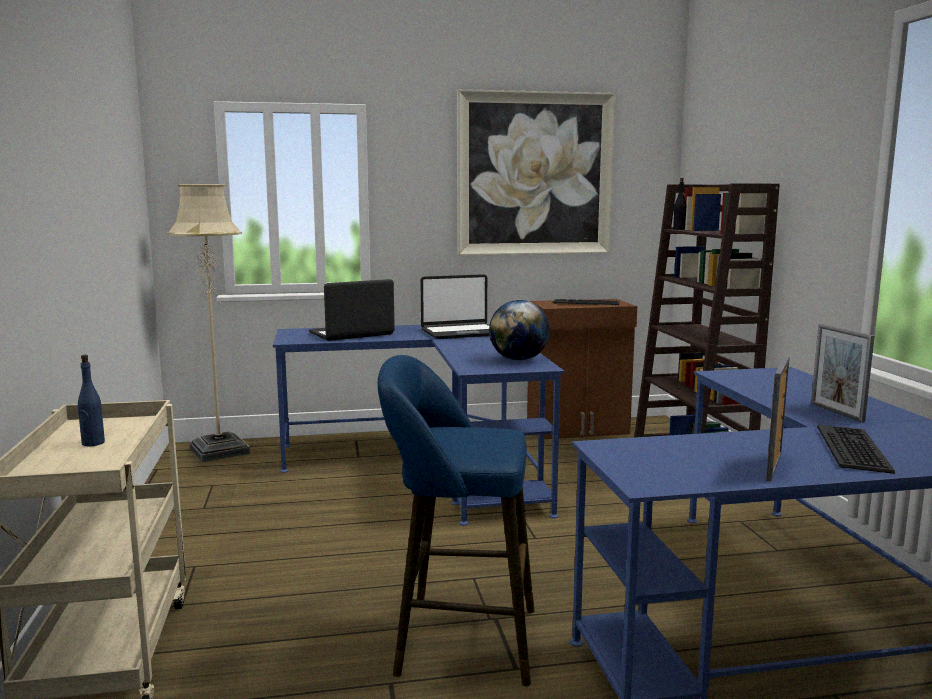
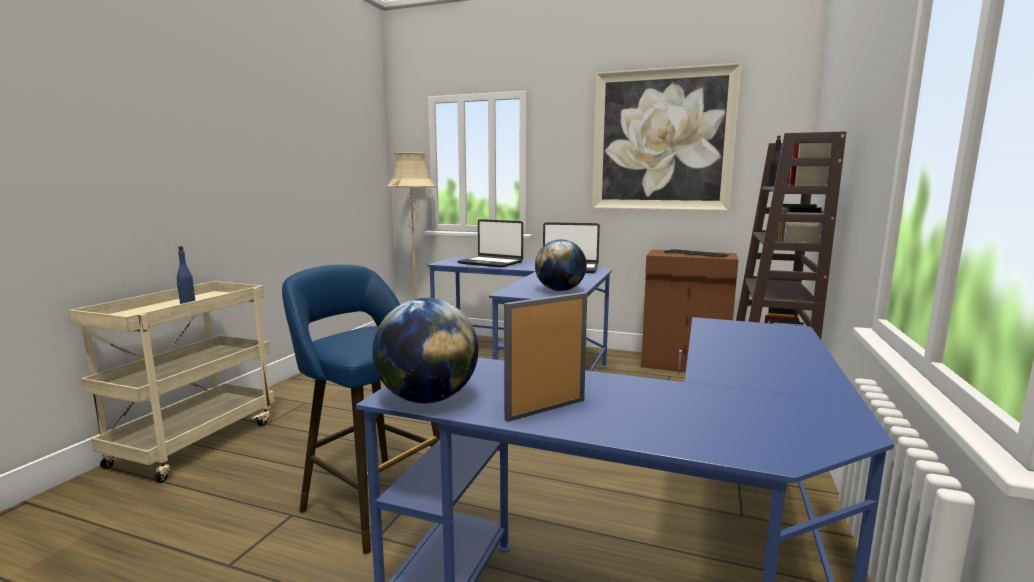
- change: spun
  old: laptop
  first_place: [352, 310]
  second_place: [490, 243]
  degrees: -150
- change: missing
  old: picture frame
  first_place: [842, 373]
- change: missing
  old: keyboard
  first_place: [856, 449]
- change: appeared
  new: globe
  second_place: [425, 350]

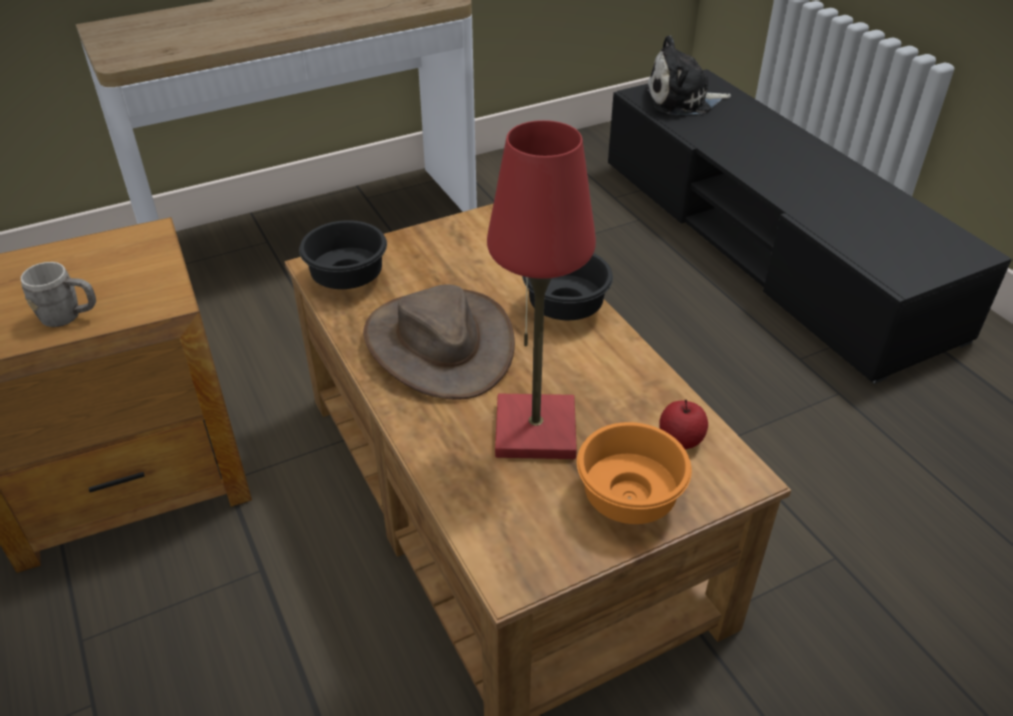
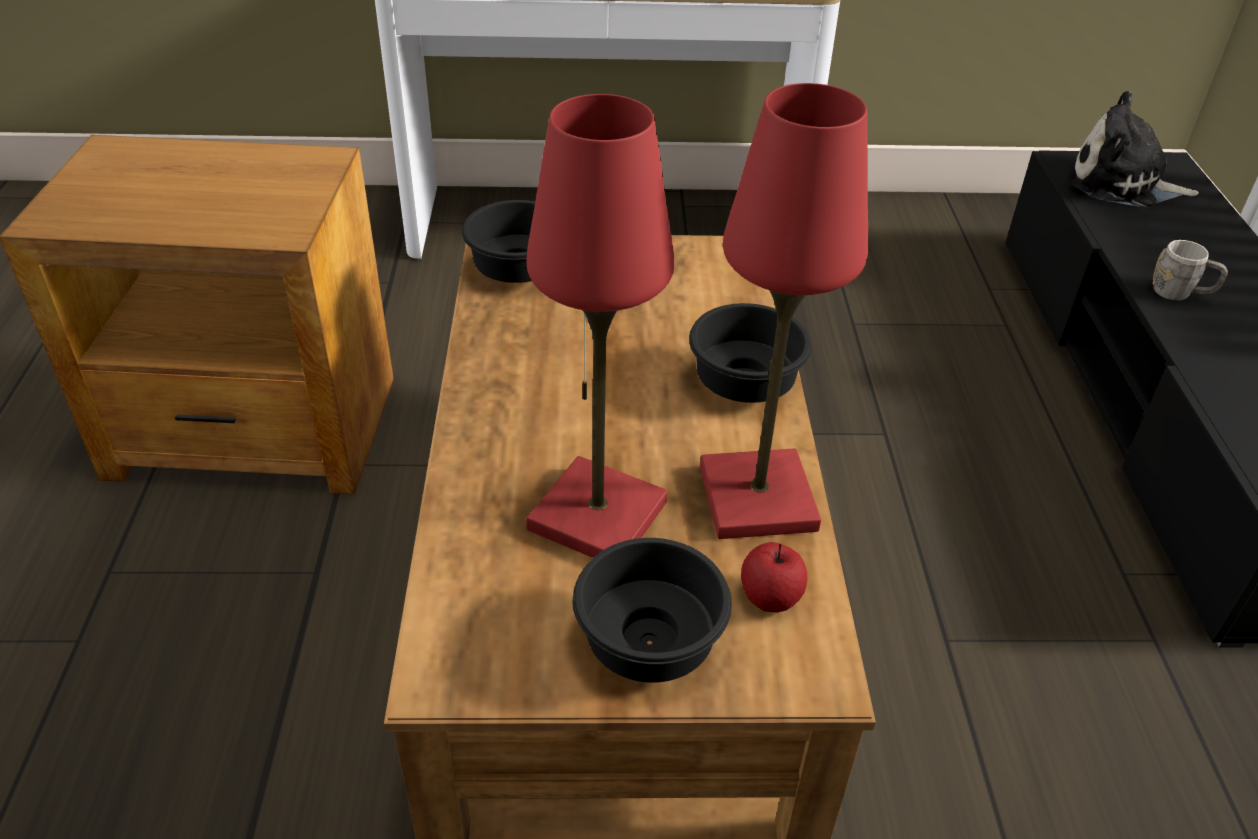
- change: relocated
  old: grey mug
  first_place: [58, 294]
  second_place: [1190, 270]
- change: missing
  old: brown hat
  first_place: [439, 342]
- change: colour
  old: orange bowl
  new: black bowl
  first_place: [634, 473]
  second_place: [652, 610]
- change: appeared
  new: red table lamp
  second_place: [784, 311]

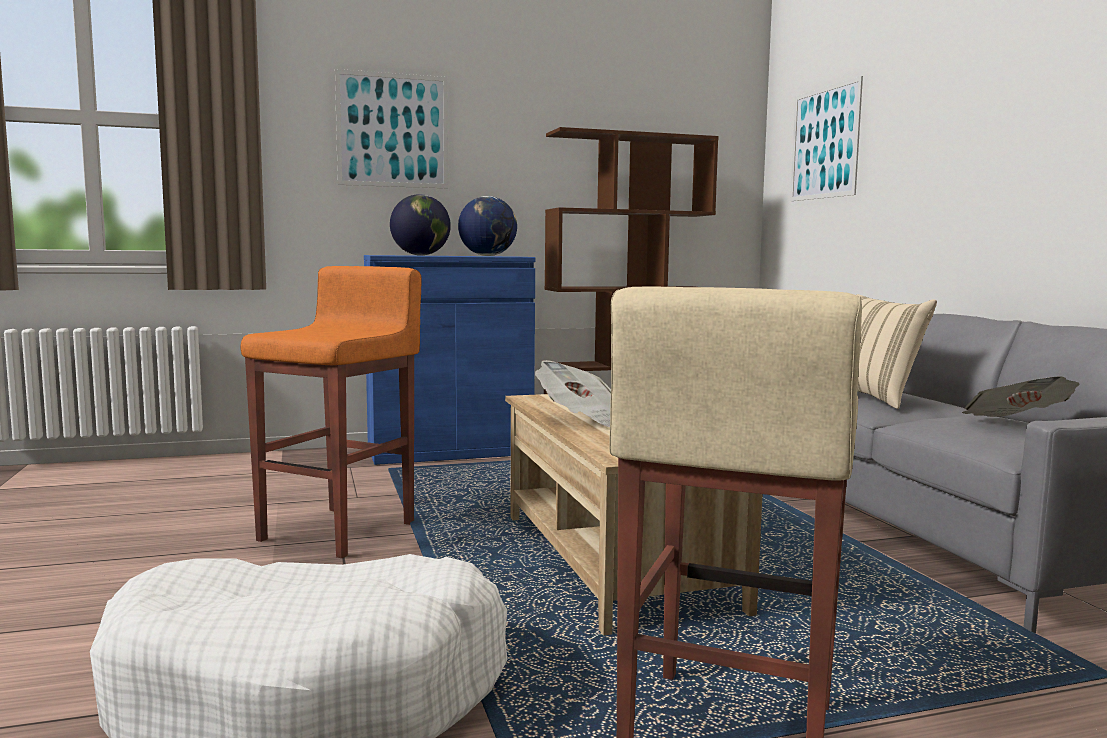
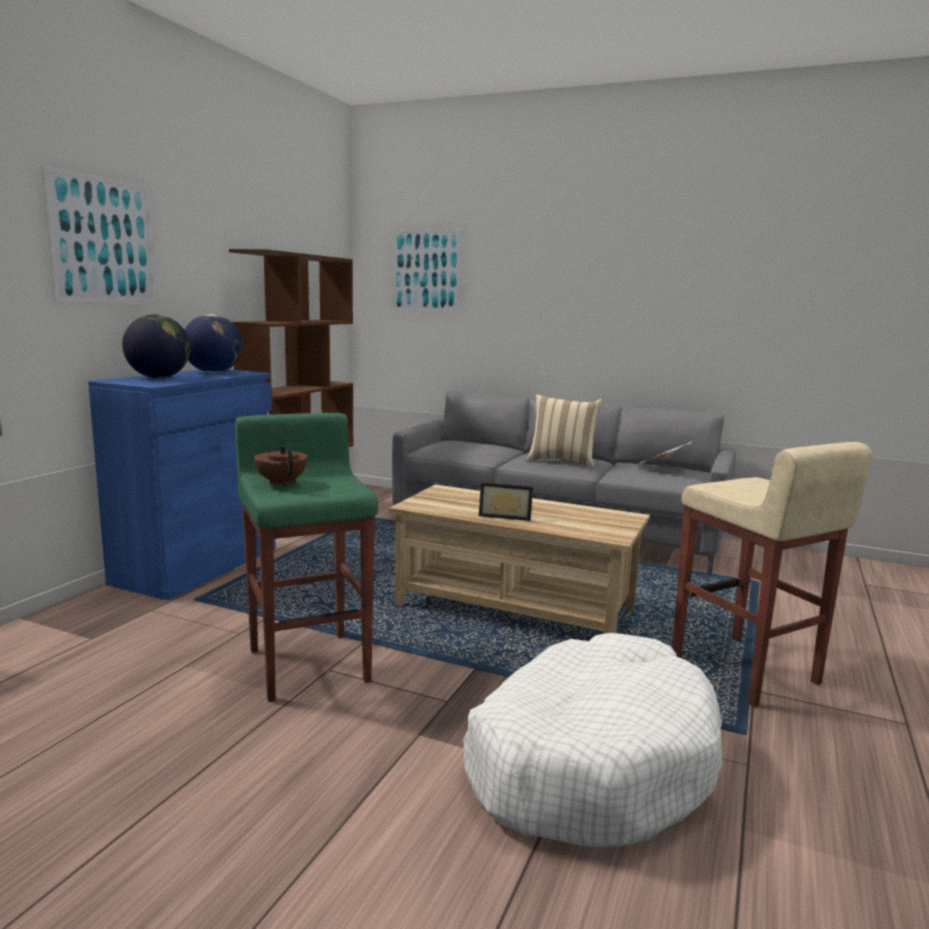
- change: colour
  old: orange stool
  new: green stool
  first_place: [331, 412]
  second_place: [306, 557]
- change: exchanged
  old: newspaper
  new: picture frame
  first_place: [573, 393]
  second_place: [506, 501]
- change: appeared
  new: brown teapot
  second_place: [281, 464]

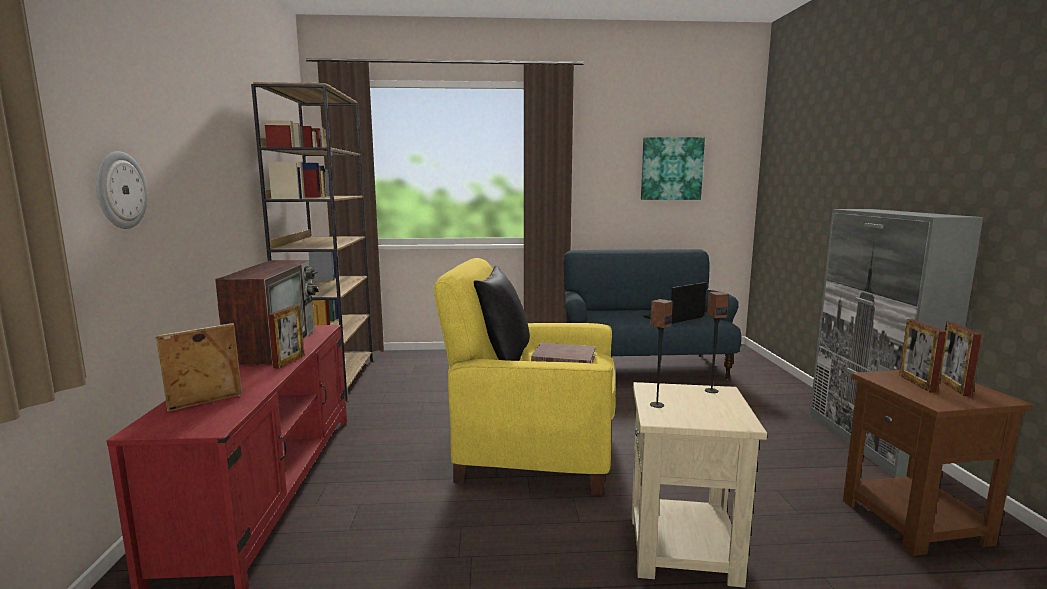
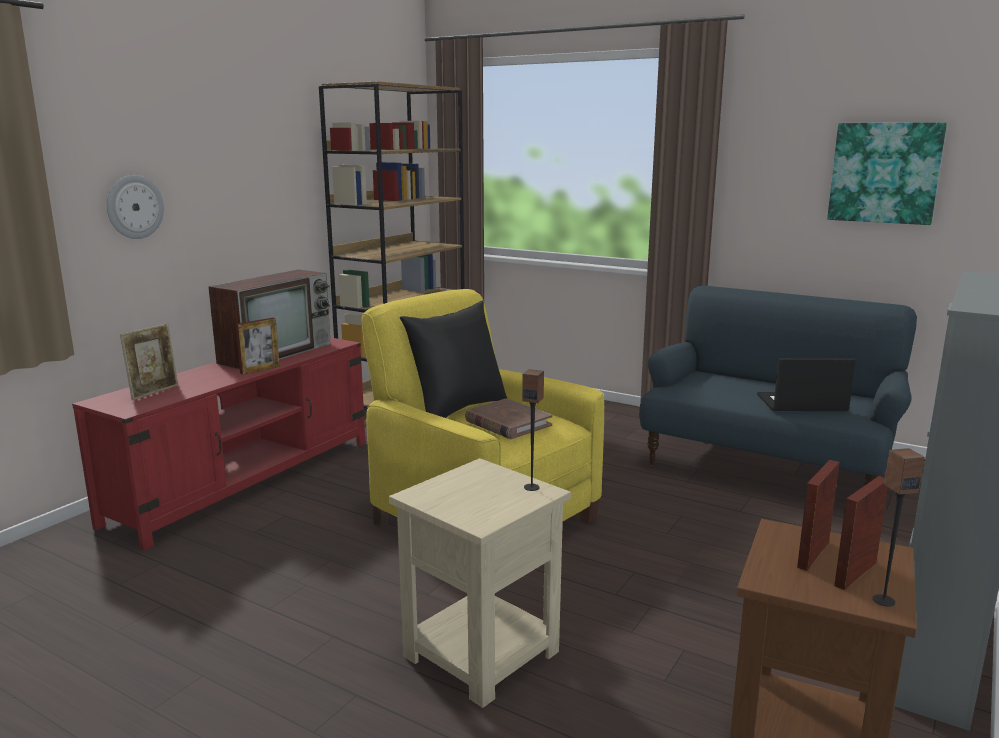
- change: spun
  old: picture frame
  first_place: [198, 367]
  second_place: [149, 362]
  degrees: 120
- change: relocated
  old: speaker
  first_place: [661, 353]
  second_place: [899, 527]

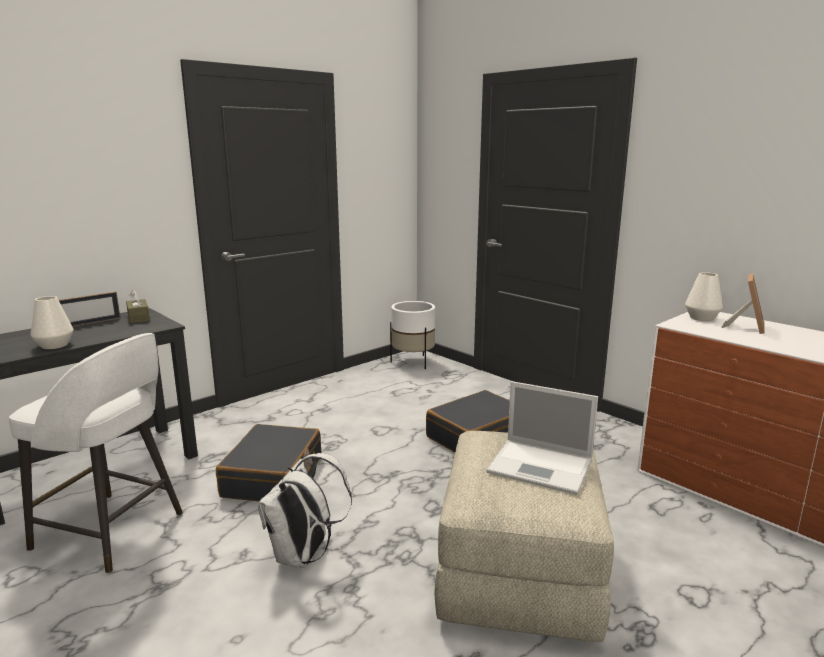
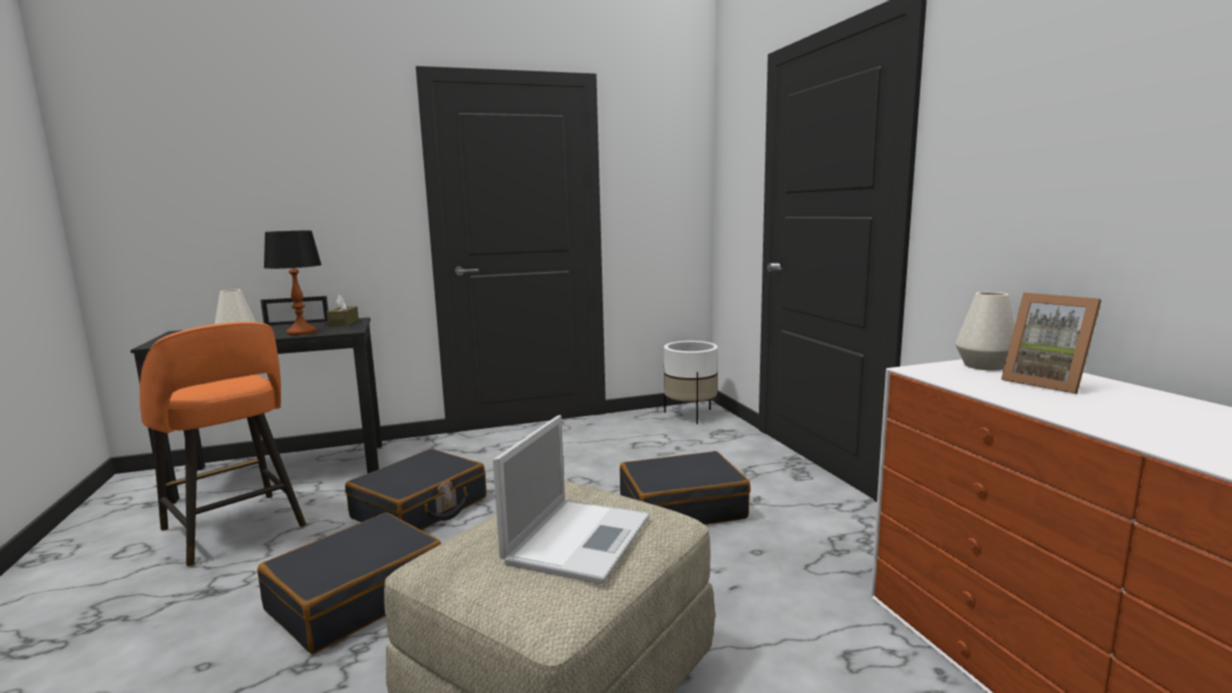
- change: colour
  old: white stool
  new: orange stool
  first_place: [96, 453]
  second_place: [223, 444]
- change: exchanged
  old: white backpack
  new: black suitcase
  first_place: [305, 510]
  second_place: [349, 583]
- change: spun
  old: laptop
  first_place: [542, 438]
  second_place: [571, 499]
  degrees: -120
- change: spun
  old: picture frame
  first_place: [743, 304]
  second_place: [1051, 343]
  degrees: 90
- change: appeared
  new: table lamp
  second_place: [293, 282]

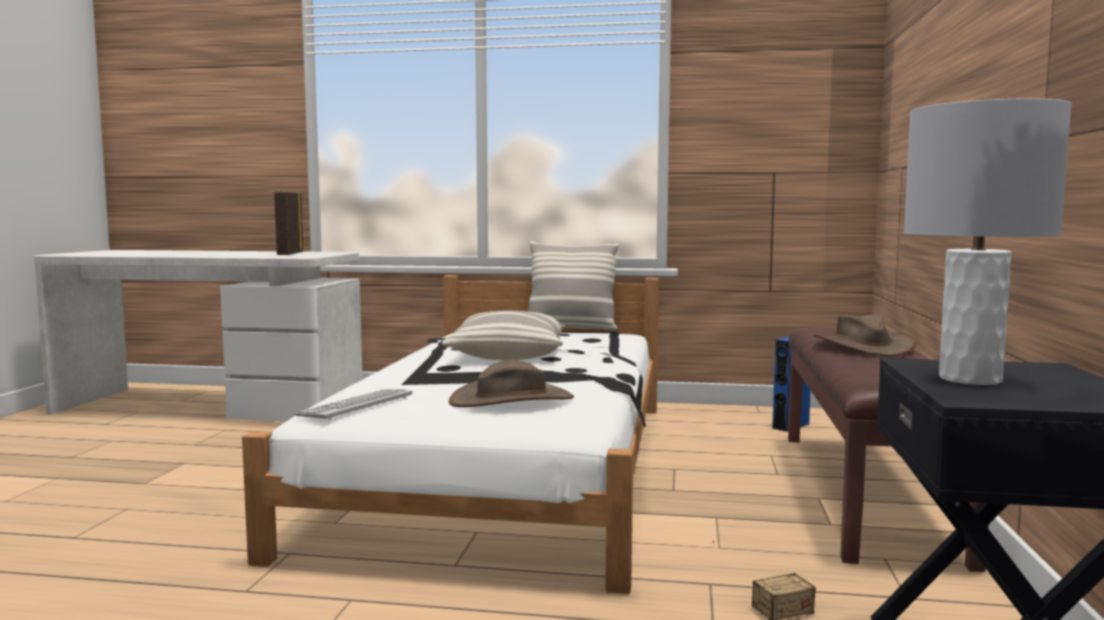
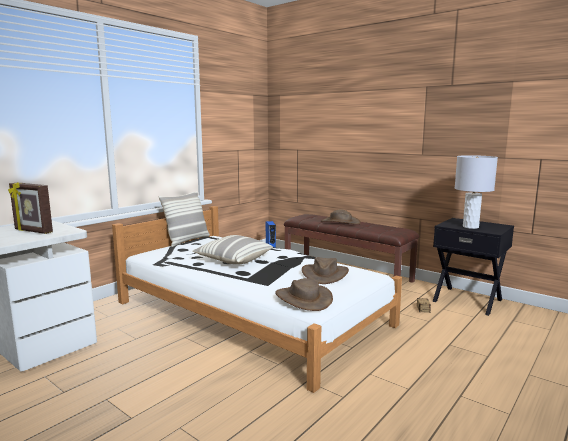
- change: exchanged
  old: keyboard
  new: brown hat
  first_place: [353, 404]
  second_place: [304, 294]

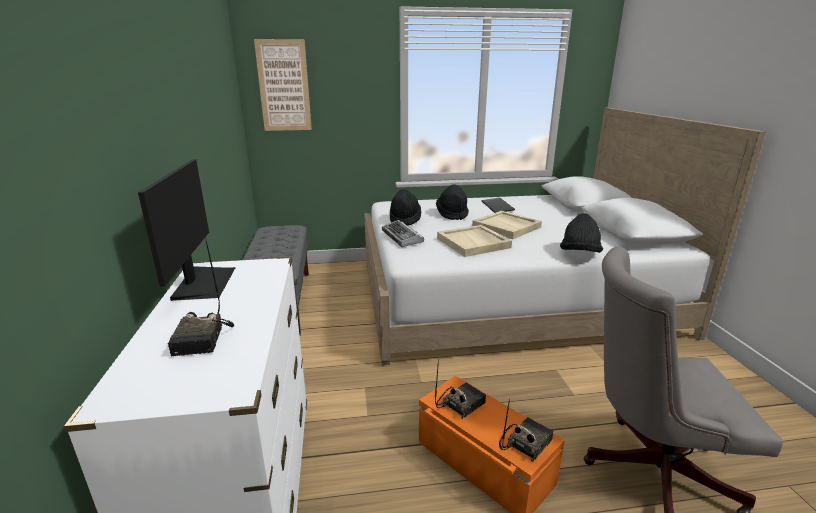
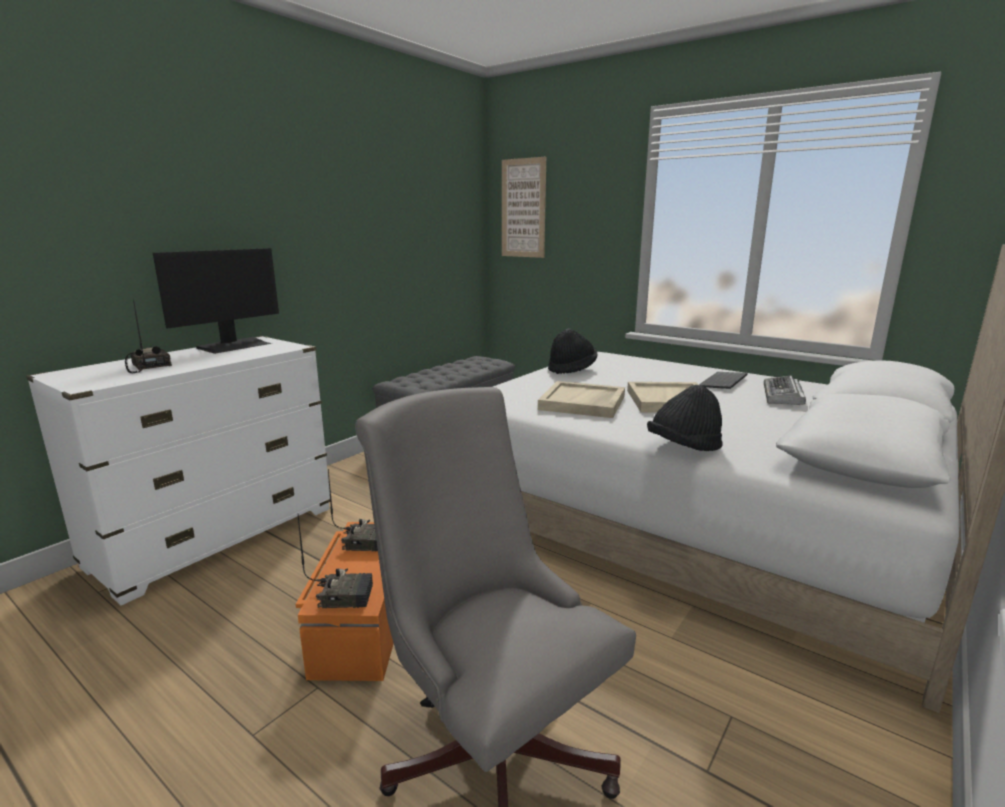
- change: spun
  old: radio
  first_place: [201, 297]
  second_place: [148, 335]
  degrees: 105
- change: relocated
  old: keyboard
  first_place: [403, 233]
  second_place: [785, 390]
- change: missing
  old: black hat
  first_place: [452, 202]

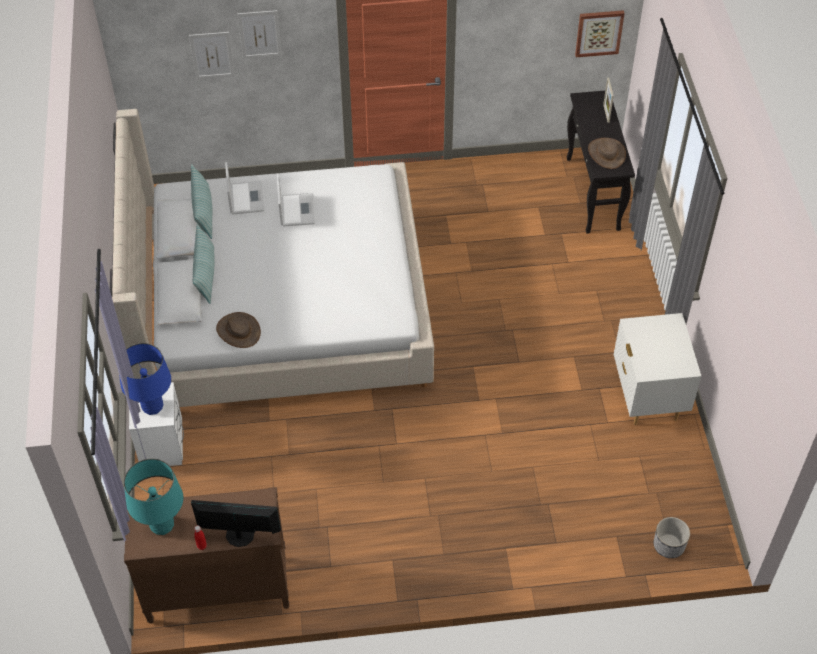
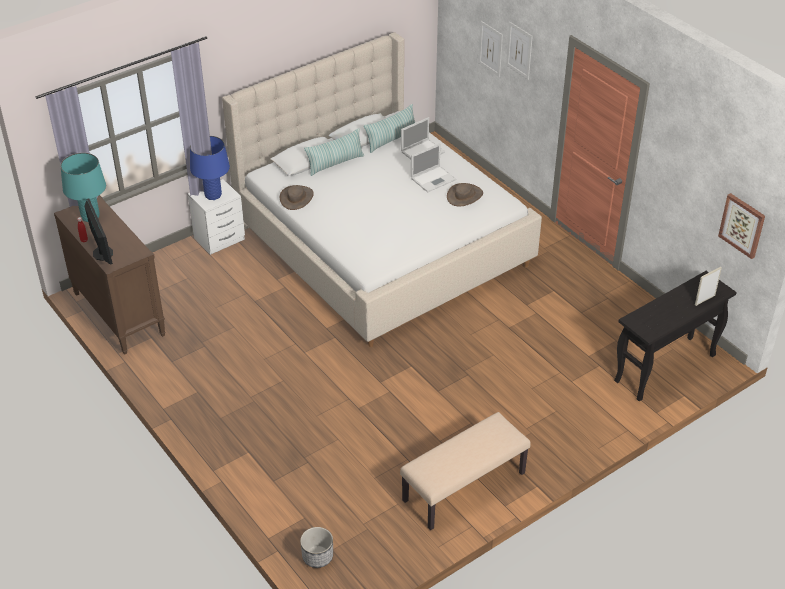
- change: relocated
  old: brown hat
  first_place: [607, 153]
  second_place: [465, 195]
- change: exchanged
  old: white nightstand
  new: beige bench
  first_place: [658, 369]
  second_place: [465, 471]

